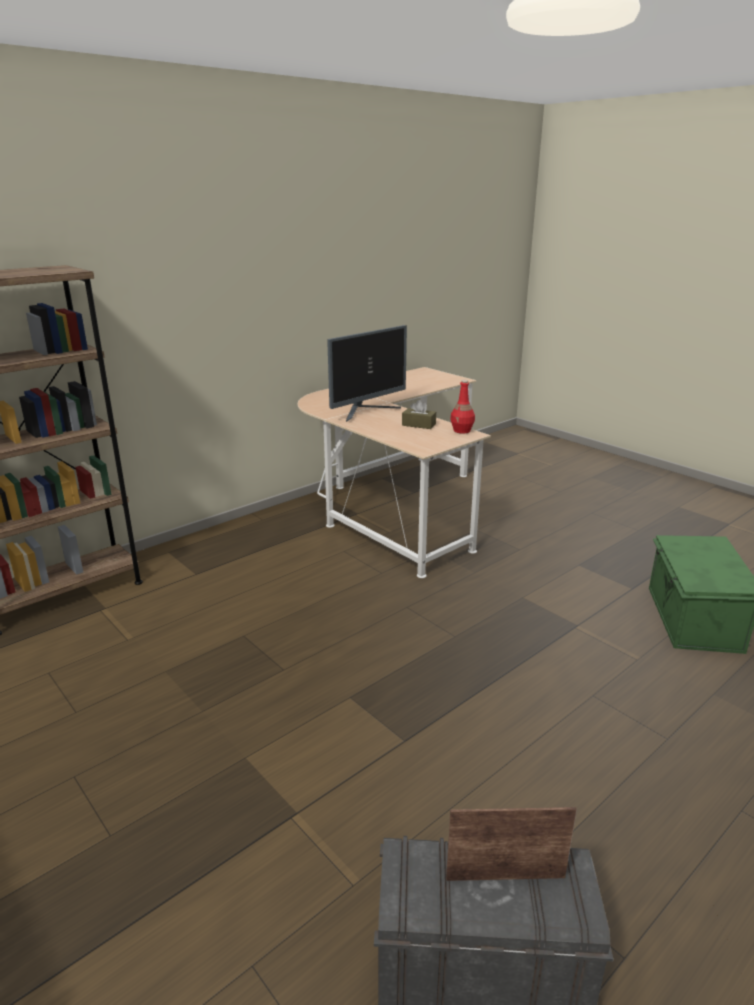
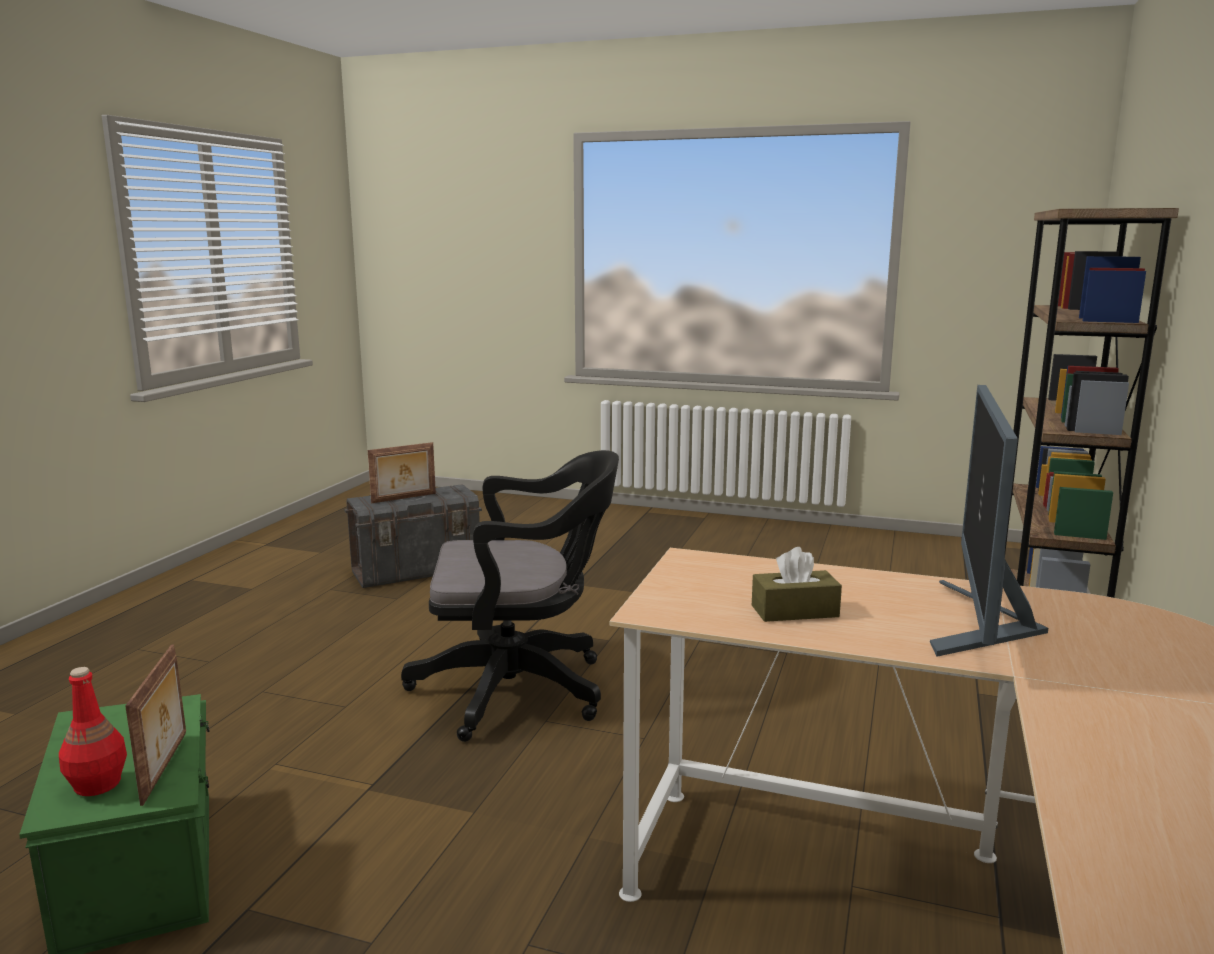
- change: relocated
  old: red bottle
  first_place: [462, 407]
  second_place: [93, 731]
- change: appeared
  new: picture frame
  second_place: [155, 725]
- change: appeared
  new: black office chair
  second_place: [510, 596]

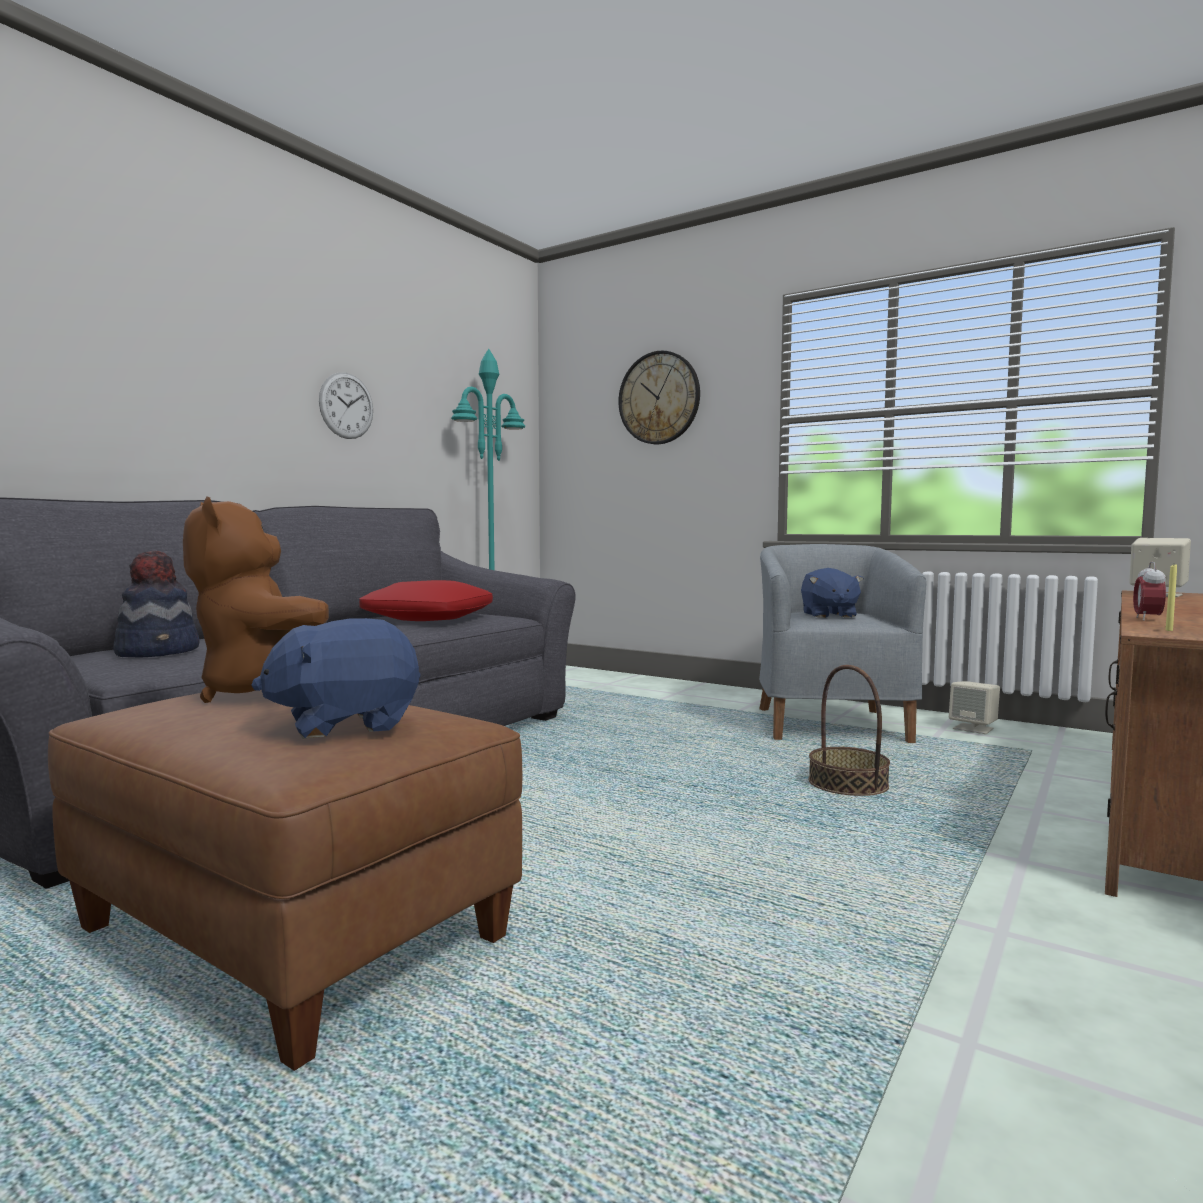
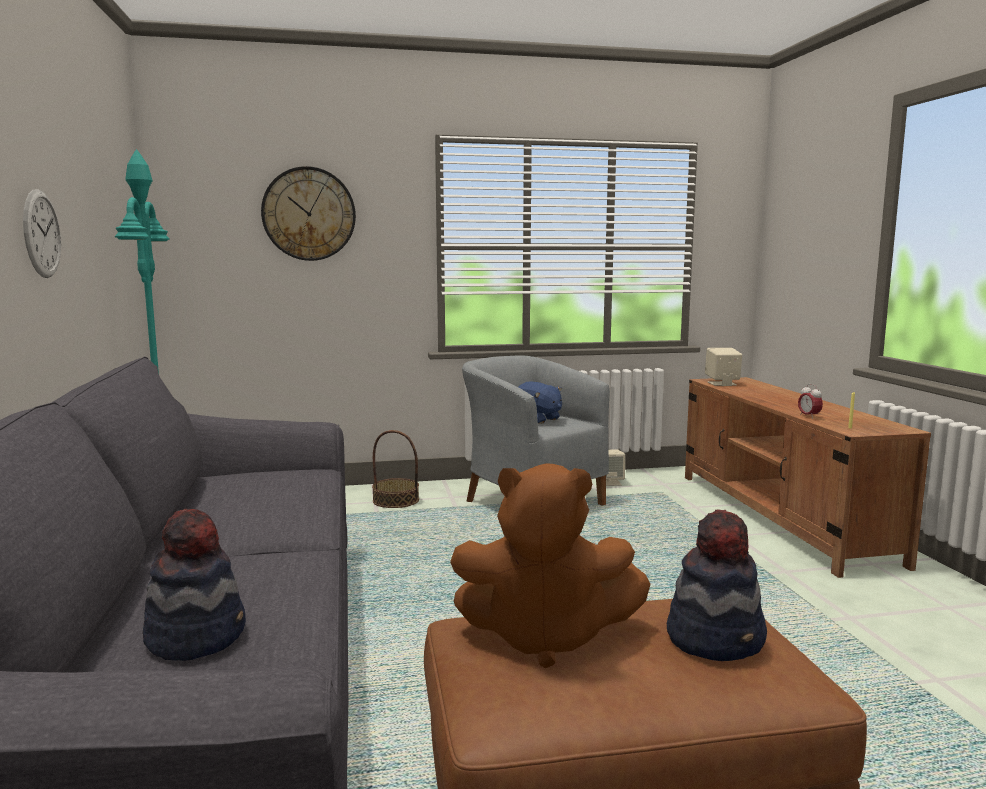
- change: exchanged
  old: blue plush toy
  new: hat
  first_place: [336, 678]
  second_place: [717, 585]
- change: missing
  old: red pillow
  first_place: [426, 600]
- change: relocated
  old: basket
  first_place: [849, 730]
  second_place: [395, 469]

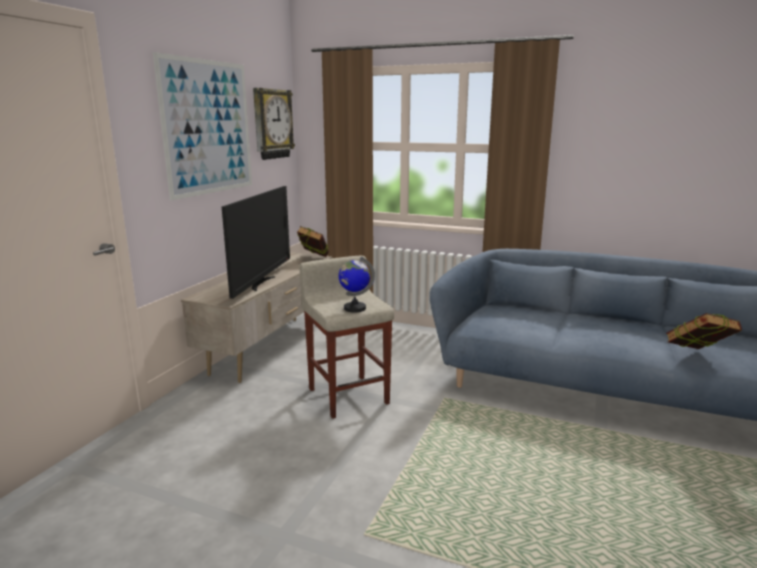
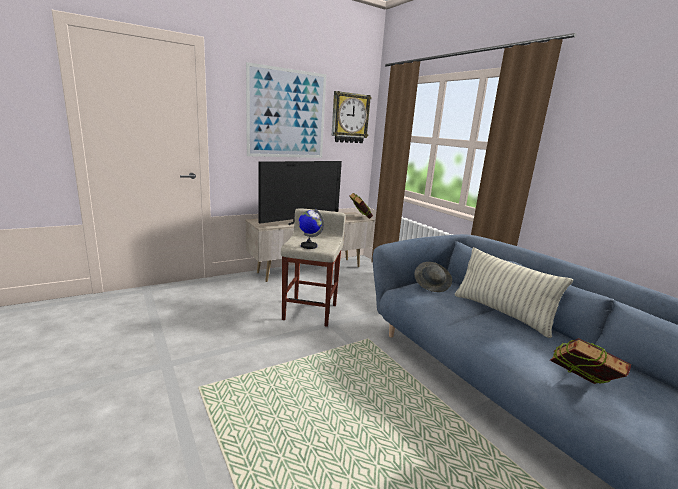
- change: appeared
  new: grey hat
  second_place: [433, 277]
- change: appeared
  new: pillow
  second_place: [514, 292]

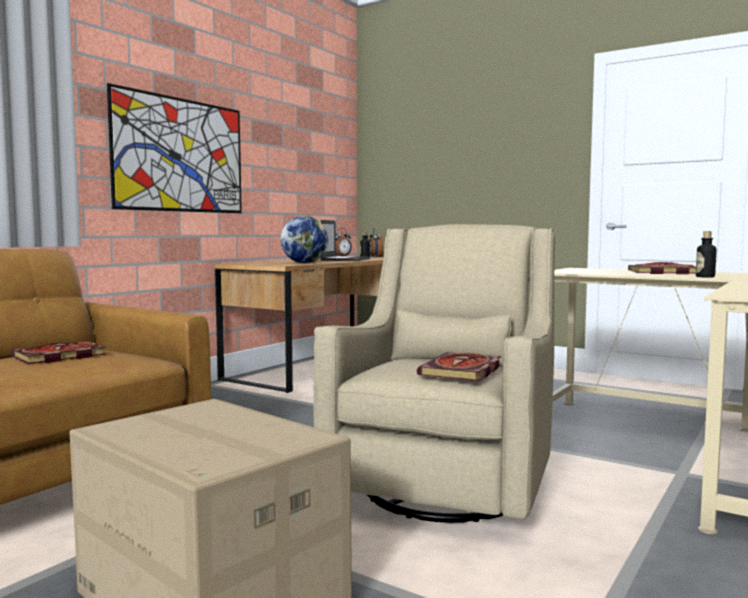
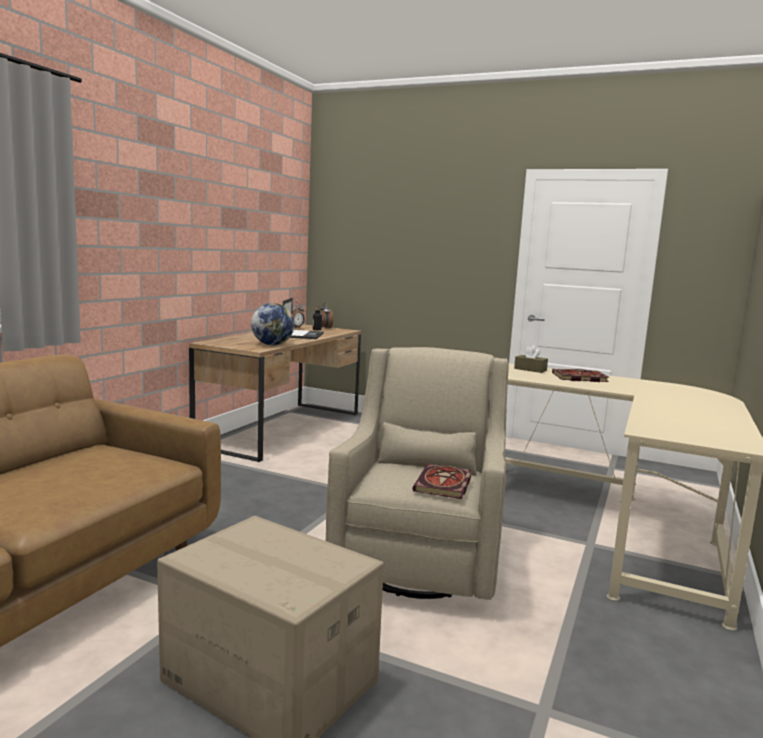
- change: missing
  old: book
  first_place: [58, 352]
- change: missing
  old: picture
  first_place: [174, 148]
- change: missing
  old: bottle
  first_place: [706, 254]
- change: appeared
  new: brown tissue box
  second_place: [531, 359]

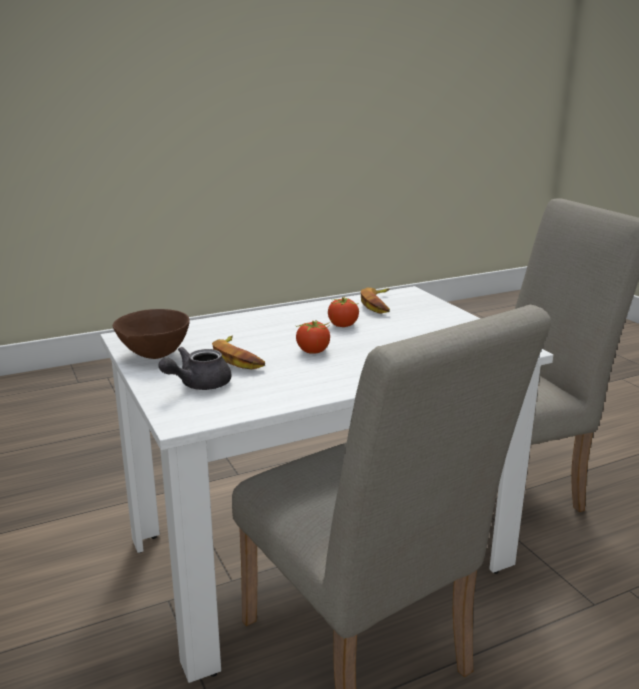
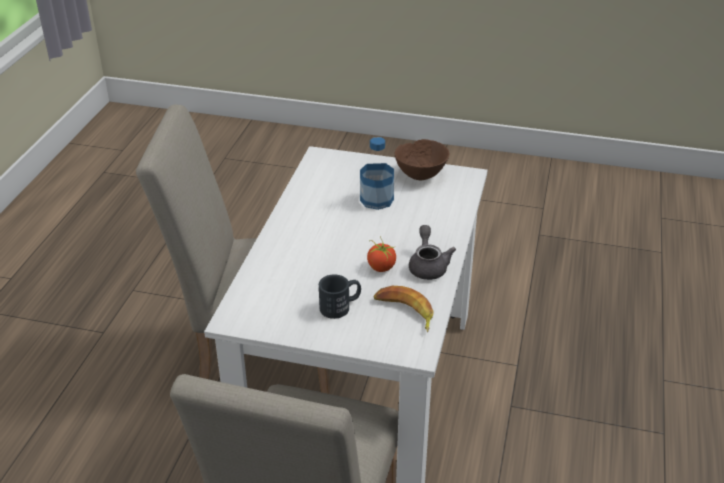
- change: relocated
  old: grey teapot
  first_place: [195, 368]
  second_place: [432, 252]
- change: exchanged
  old: banana
  new: bottle
  first_place: [238, 352]
  second_place: [377, 173]
- change: missing
  old: tomato
  first_place: [313, 337]
- change: appeared
  new: black mug
  second_place: [340, 296]

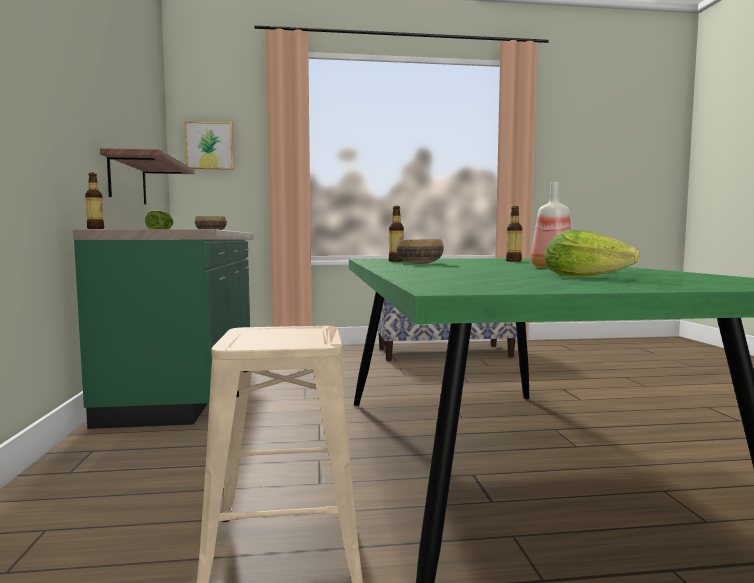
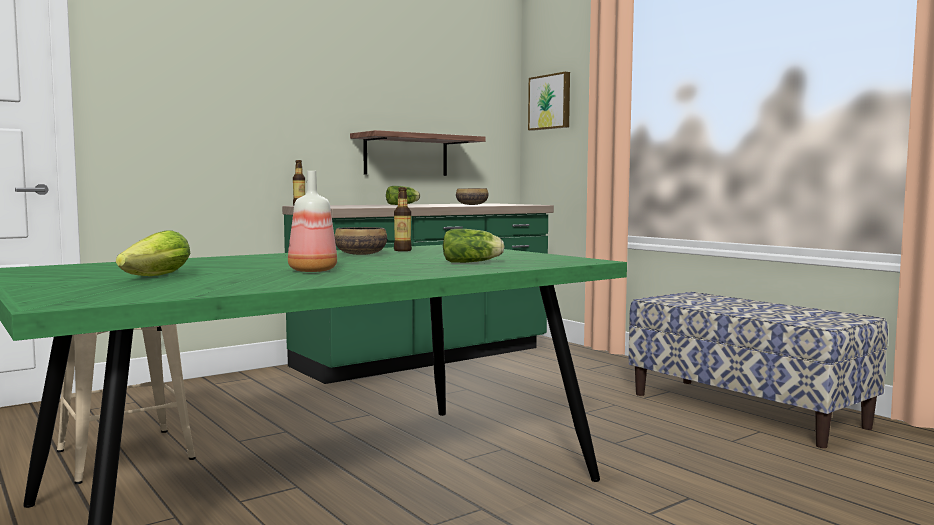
- change: exchanged
  old: bottle
  new: lettuce
  first_place: [514, 234]
  second_place: [473, 246]

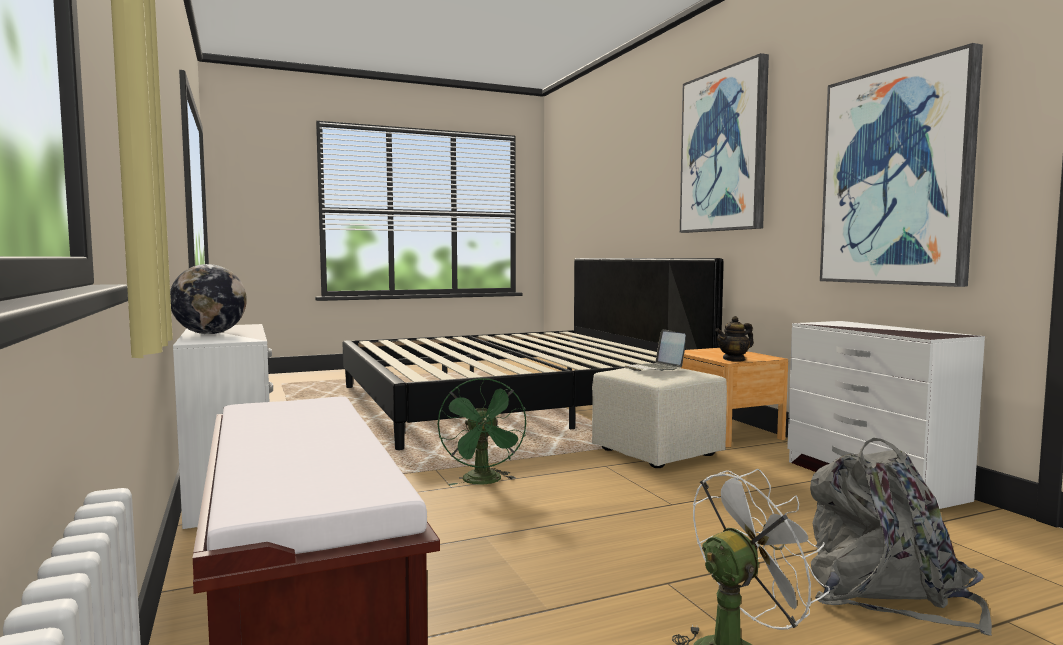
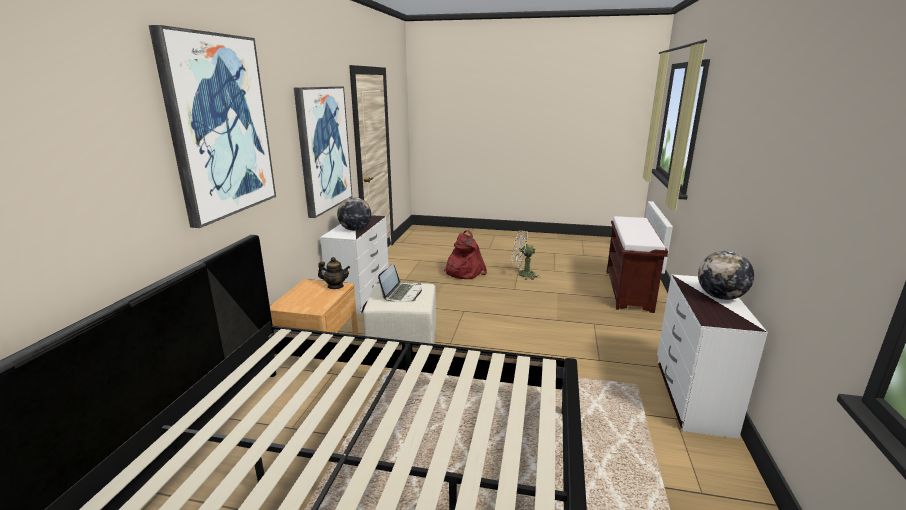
- change: missing
  old: green fan
  first_place: [481, 431]
- change: colour
  old: grey backpack
  new: red backpack
  first_place: [901, 537]
  second_place: [465, 254]
- change: appeared
  new: globe
  second_place: [354, 214]

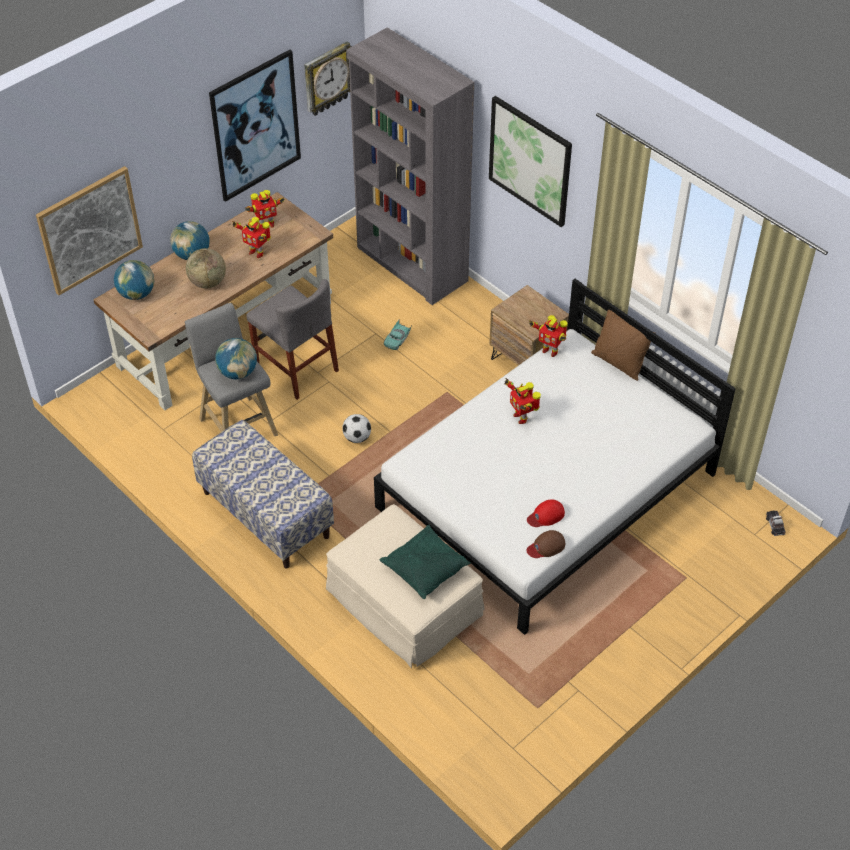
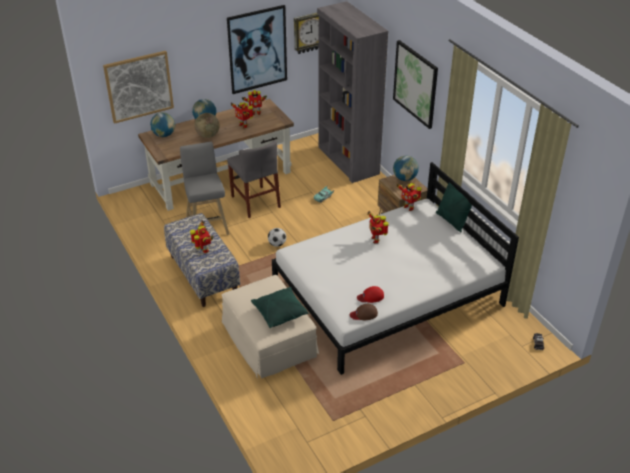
- change: relocated
  old: globe
  first_place: [236, 358]
  second_place: [406, 168]
- change: colour
  old: brown pillow
  new: green pillow
  first_place: [623, 345]
  second_place: [454, 207]
- change: appeared
  new: toy robot
  second_place: [202, 236]

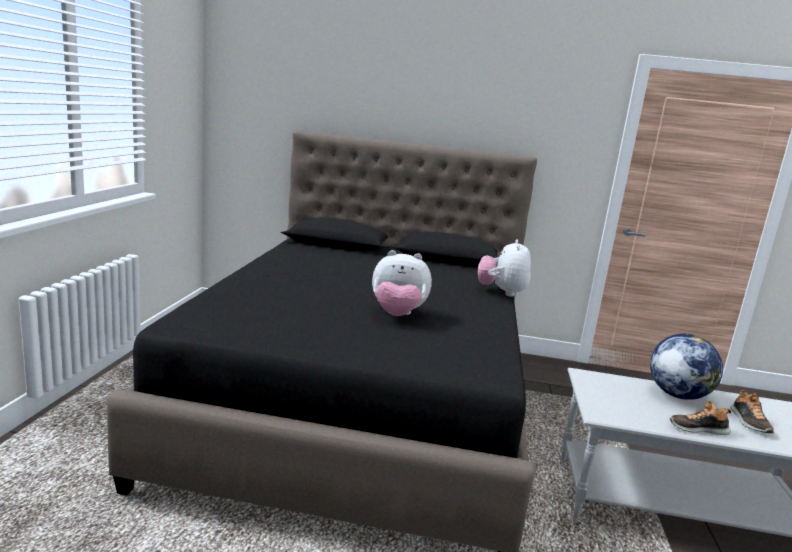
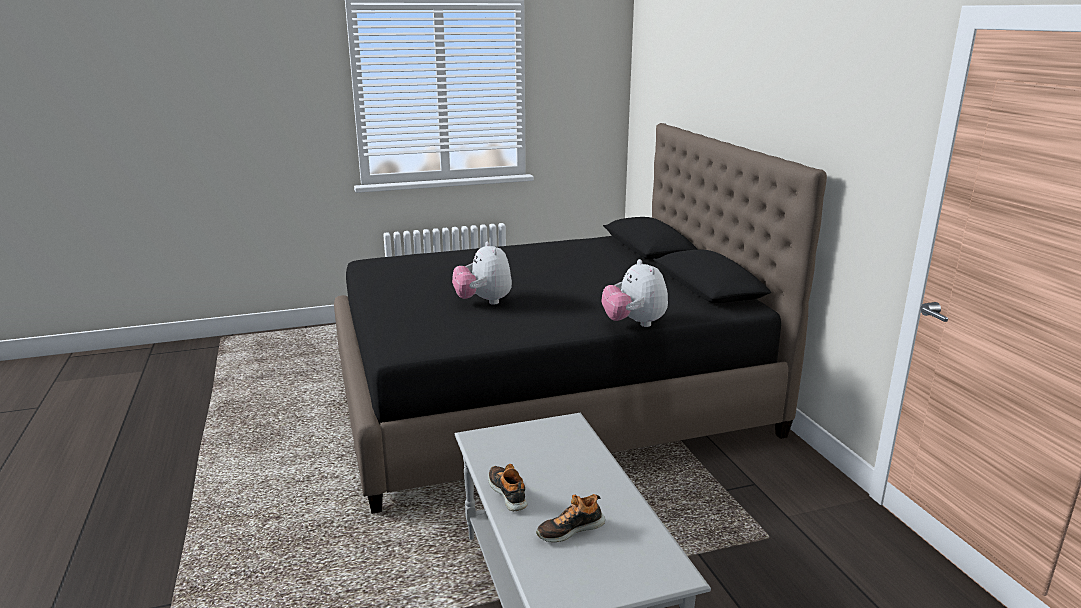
- change: spun
  old: plush toy
  first_place: [504, 268]
  second_place: [635, 293]
  degrees: -90
- change: missing
  old: globe
  first_place: [686, 367]

